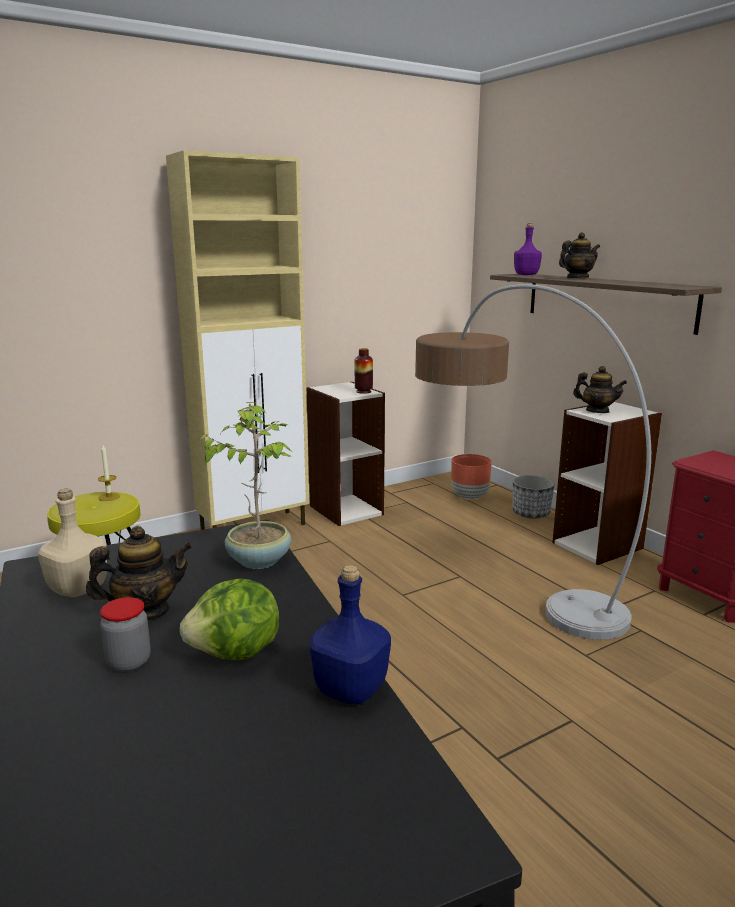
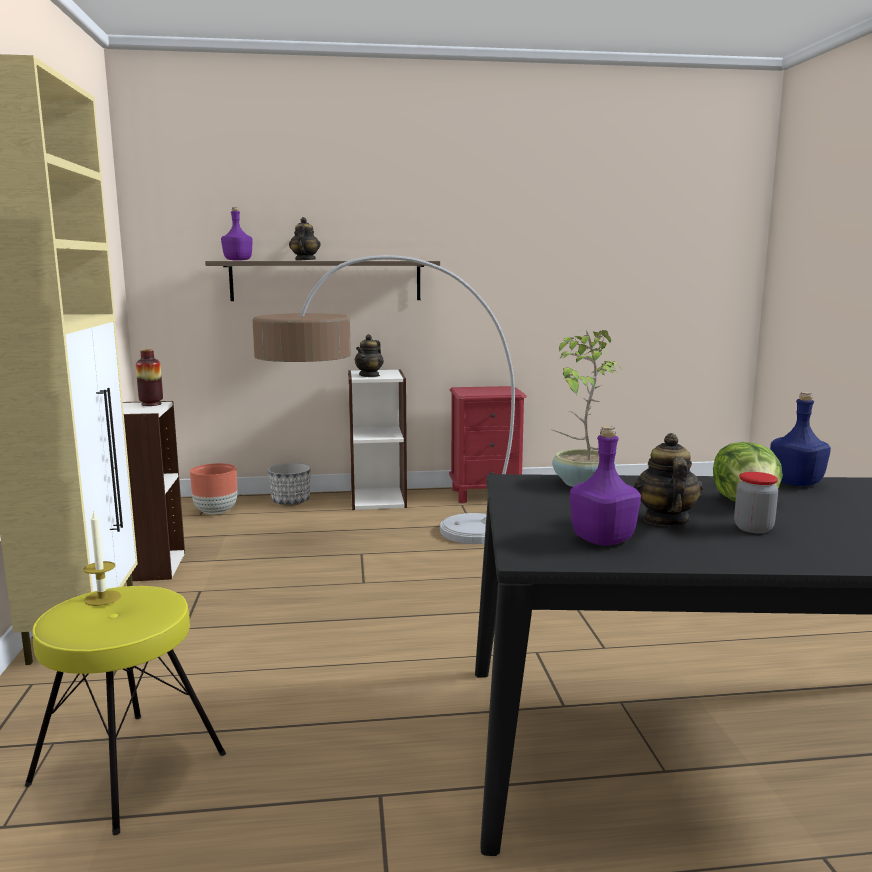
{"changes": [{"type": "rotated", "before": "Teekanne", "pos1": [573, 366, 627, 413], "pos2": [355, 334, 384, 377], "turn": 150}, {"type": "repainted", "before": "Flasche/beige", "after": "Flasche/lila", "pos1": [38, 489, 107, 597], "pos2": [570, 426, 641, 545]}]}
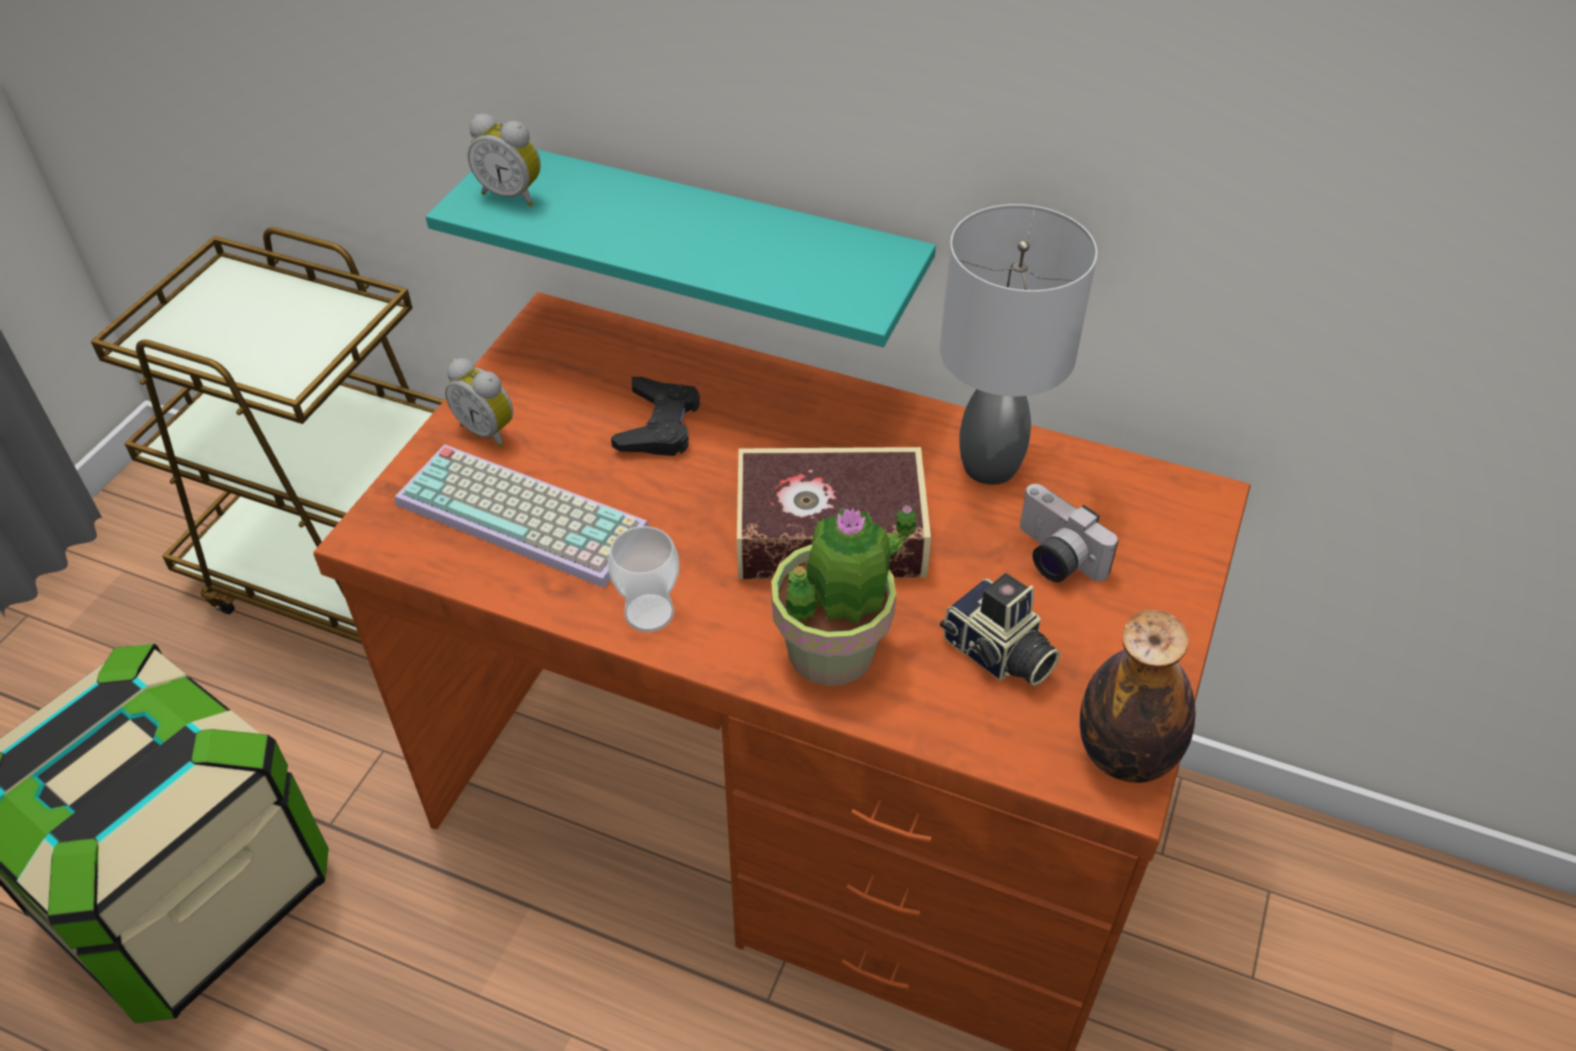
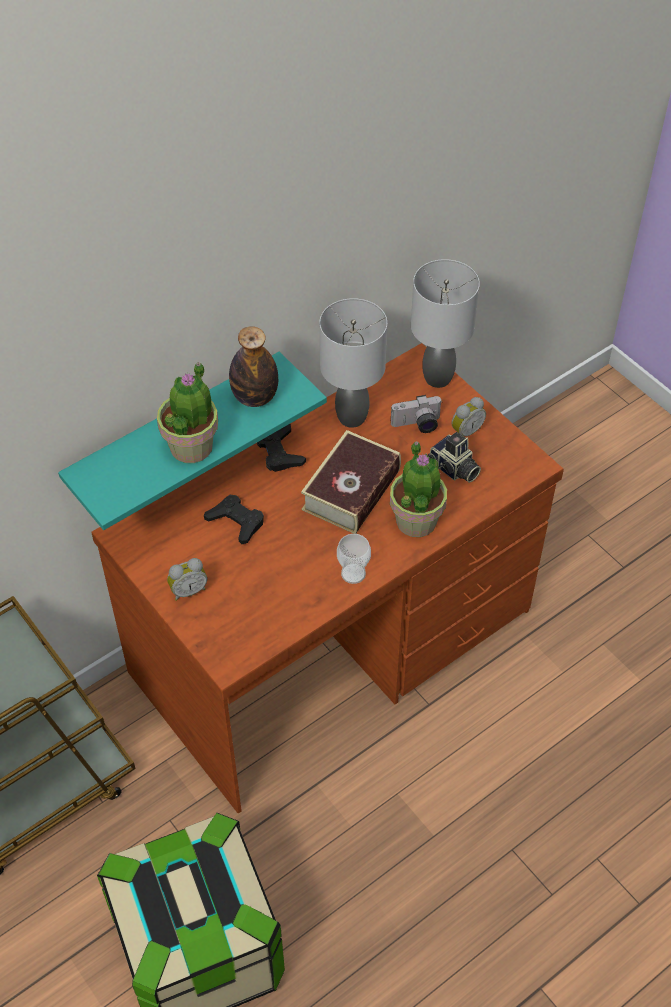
{"changes": [{"type": "new", "after": "Topfpflanze", "pos2": [157, 362, 218, 463]}, {"type": "shifted", "before": "Flasche", "pos1": [1080, 610, 1195, 783], "pos2": [229, 326, 278, 407]}, {"type": "new", "after": "Gamepad/schwarz", "pos2": [257, 424, 306, 472]}, {"type": "new", "after": "Tischlampe/grau", "pos2": [411, 259, 480, 388]}, {"type": "rotated", "before": "Kamera", "pos1": [940, 573, 1060, 686], "pos2": [428, 432, 481, 483], "turn": 60}, {"type": "shifted", "before": "Wecker", "pos1": [468, 114, 541, 207], "pos2": [451, 397, 486, 436]}, {"type": "gone", "before": "Tastatur", "pos1": [395, 444, 649, 588]}]}
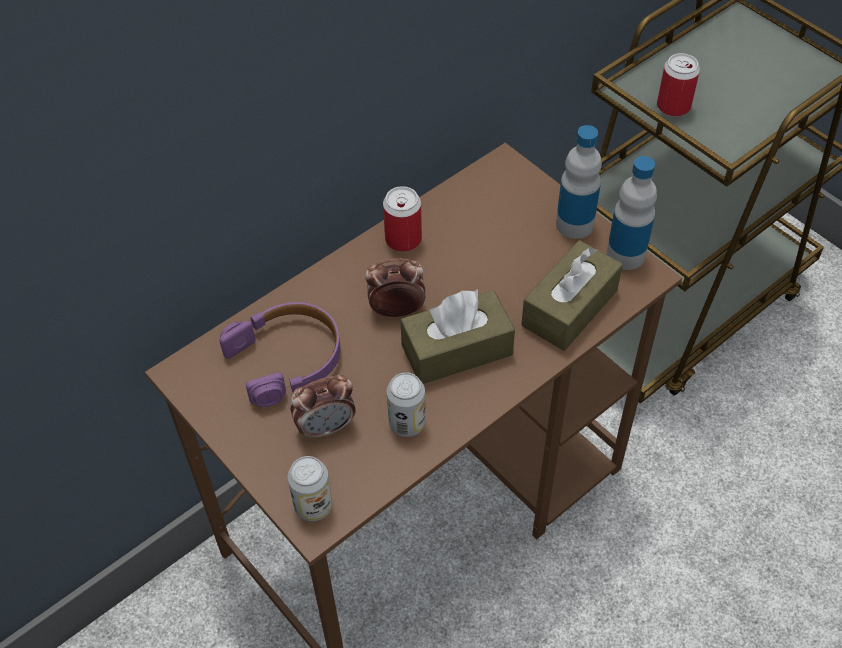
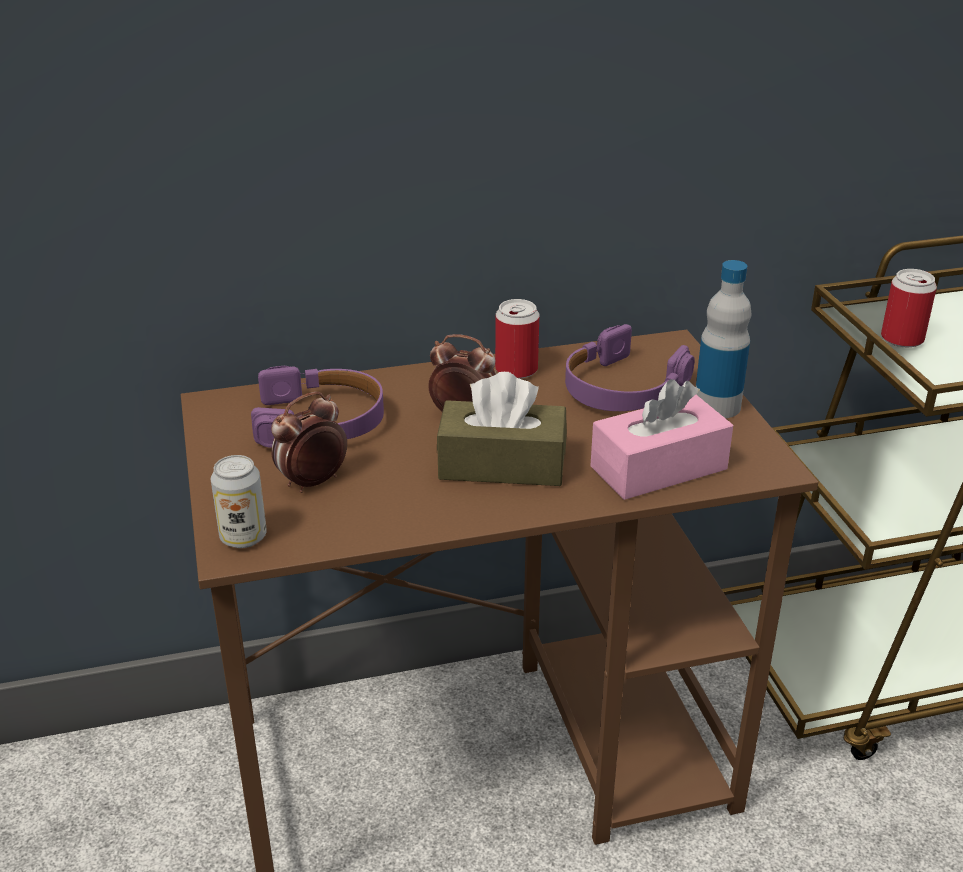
{"changes": [{"type": "rotated", "before": "Wecker", "pos1": [290, 375, 356, 441], "pos2": [271, 392, 347, 493], "turn": 135}, {"type": "new", "after": "Kopfhörer/lila", "pos2": [565, 324, 695, 411]}, {"type": "repainted", "before": "Taschentuchbox/braun", "after": "Taschentuchbox/rosa", "pos1": [521, 240, 623, 351], "pos2": [590, 379, 733, 500]}, {"type": "gone", "before": "Dose", "pos1": [387, 372, 426, 437]}, {"type": "gone", "before": "Flasche", "pos1": [607, 156, 657, 270]}]}
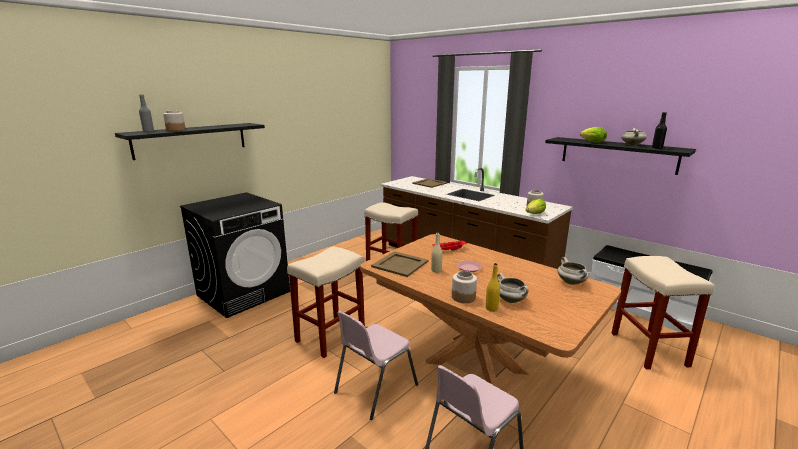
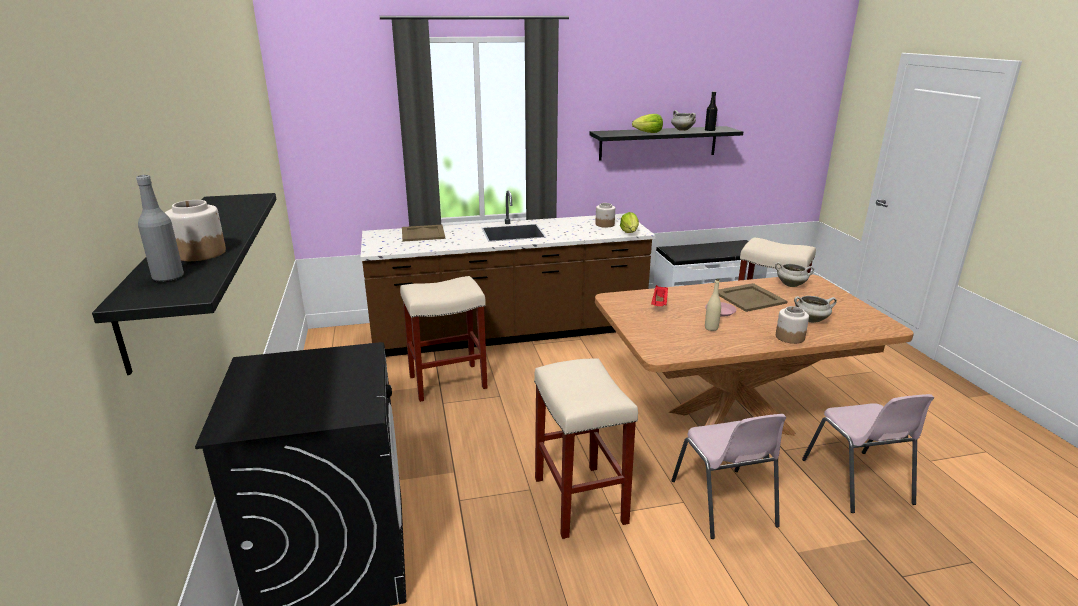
{"changes": [{"type": "shifted", "before": "Tablett/beige", "pos1": [371, 251, 428, 277], "pos2": [718, 283, 788, 312]}, {"type": "gone", "before": "Flasche/gelb", "pos1": [486, 263, 500, 312]}]}
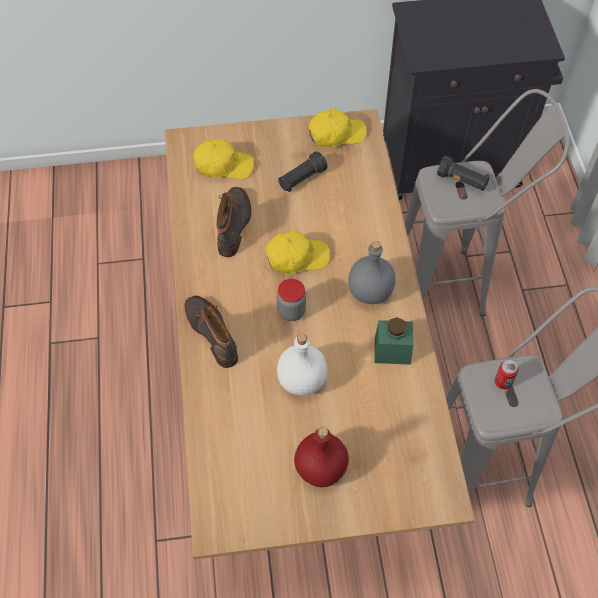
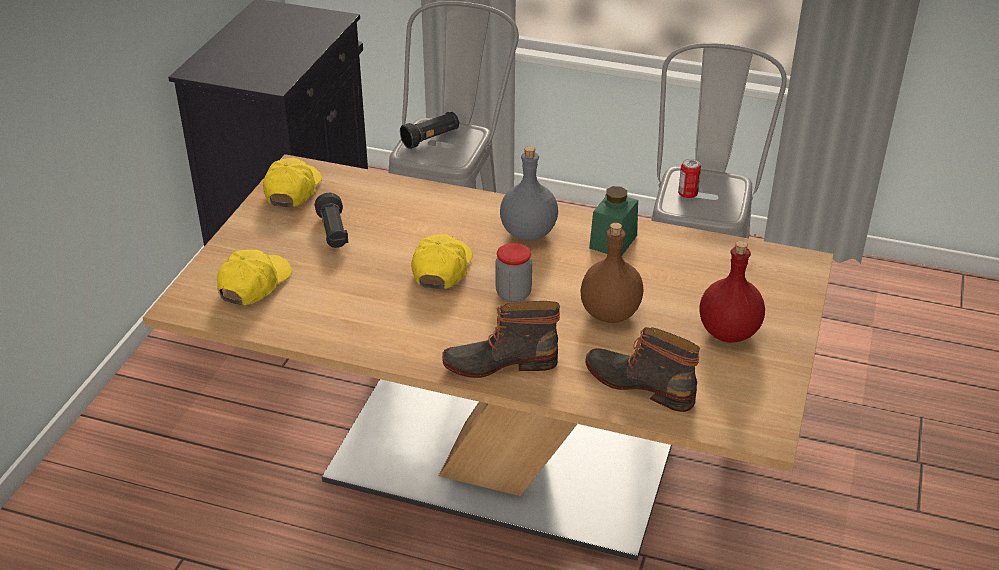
{"changes": [{"type": "repainted", "before": "Flasche/weiß", "after": "Flasche/braun", "pos1": [277, 334, 327, 395], "pos2": [580, 223, 643, 323]}, {"type": "shifted", "before": "Stiefel", "pos1": [216, 187, 251, 257], "pos2": [586, 327, 700, 412]}]}
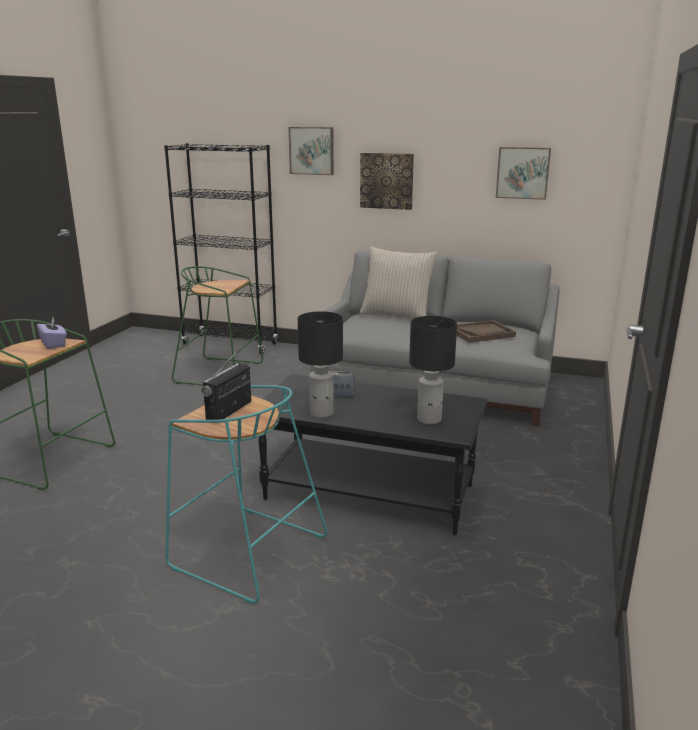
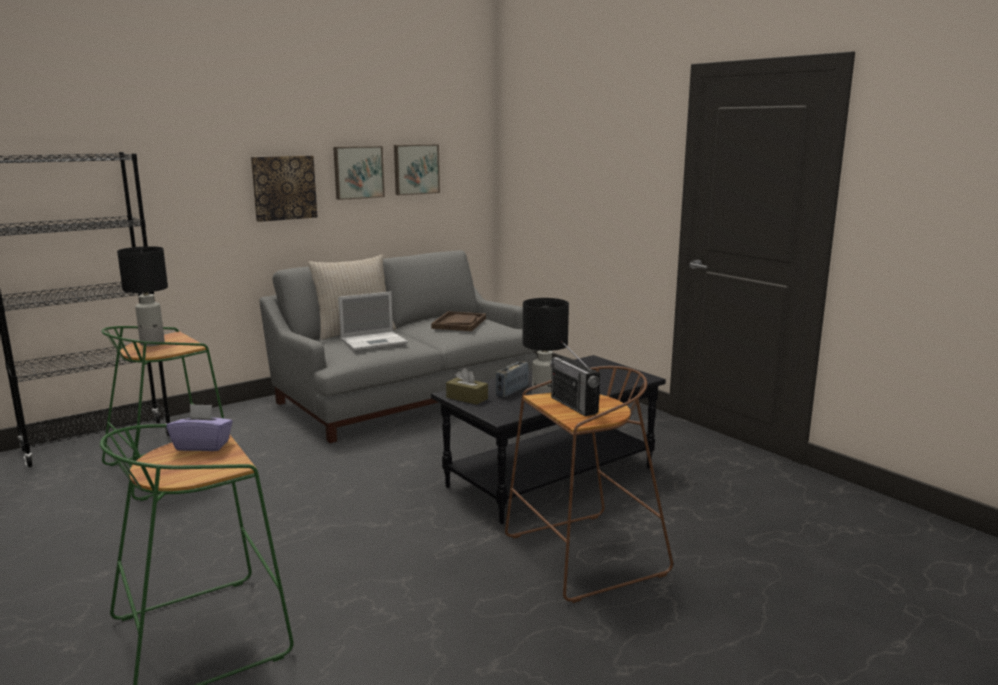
{"changes": [{"type": "shifted", "before": "Tischlampe/schwarz", "pos1": [409, 316, 457, 424], "pos2": [117, 246, 168, 346]}, {"type": "shifted", "before": "Bild", "pos1": [288, 127, 334, 175], "pos2": [333, 146, 385, 200]}, {"type": "new", "after": "Laptop", "pos2": [338, 291, 408, 351]}, {"type": "new", "after": "Taschentuchbox/braun", "pos2": [446, 368, 488, 405]}, {"type": "repainted", "before": "Hocker/türkis", "after": "Hocker/braun", "pos1": [166, 385, 328, 604], "pos2": [505, 366, 673, 603]}]}
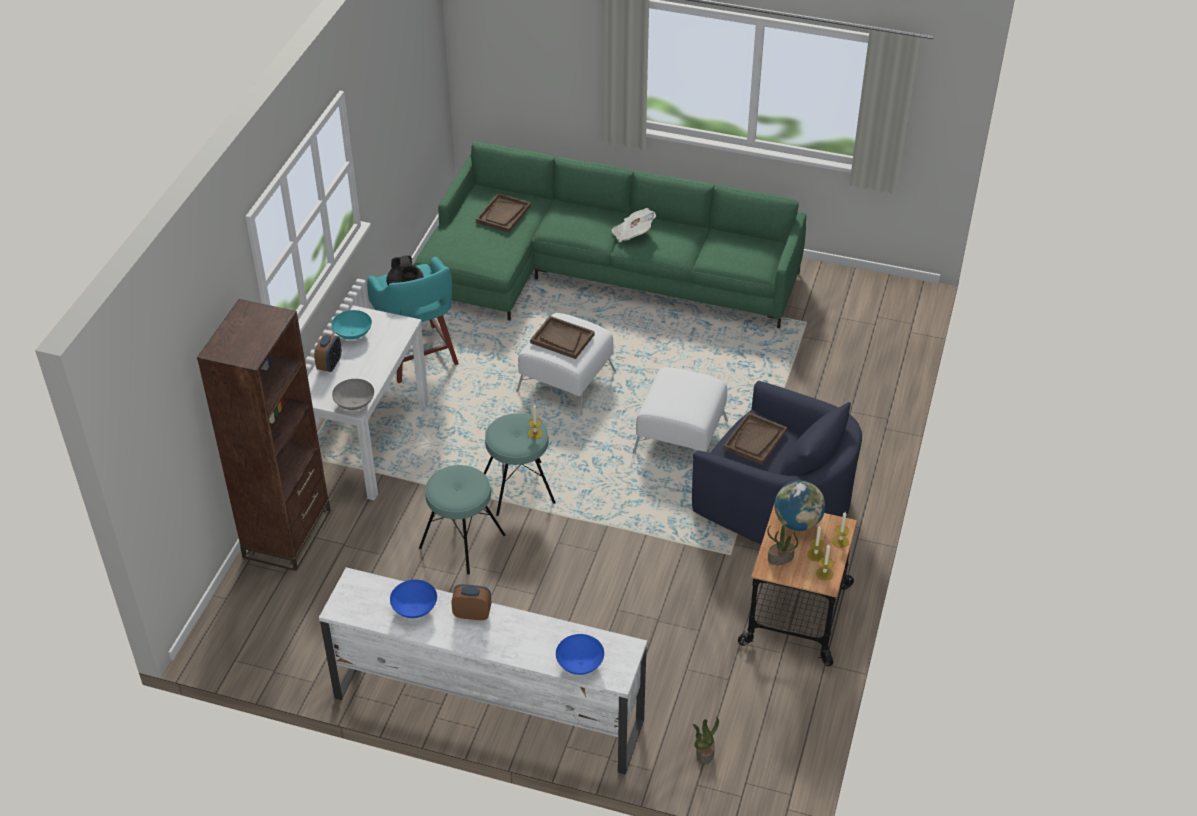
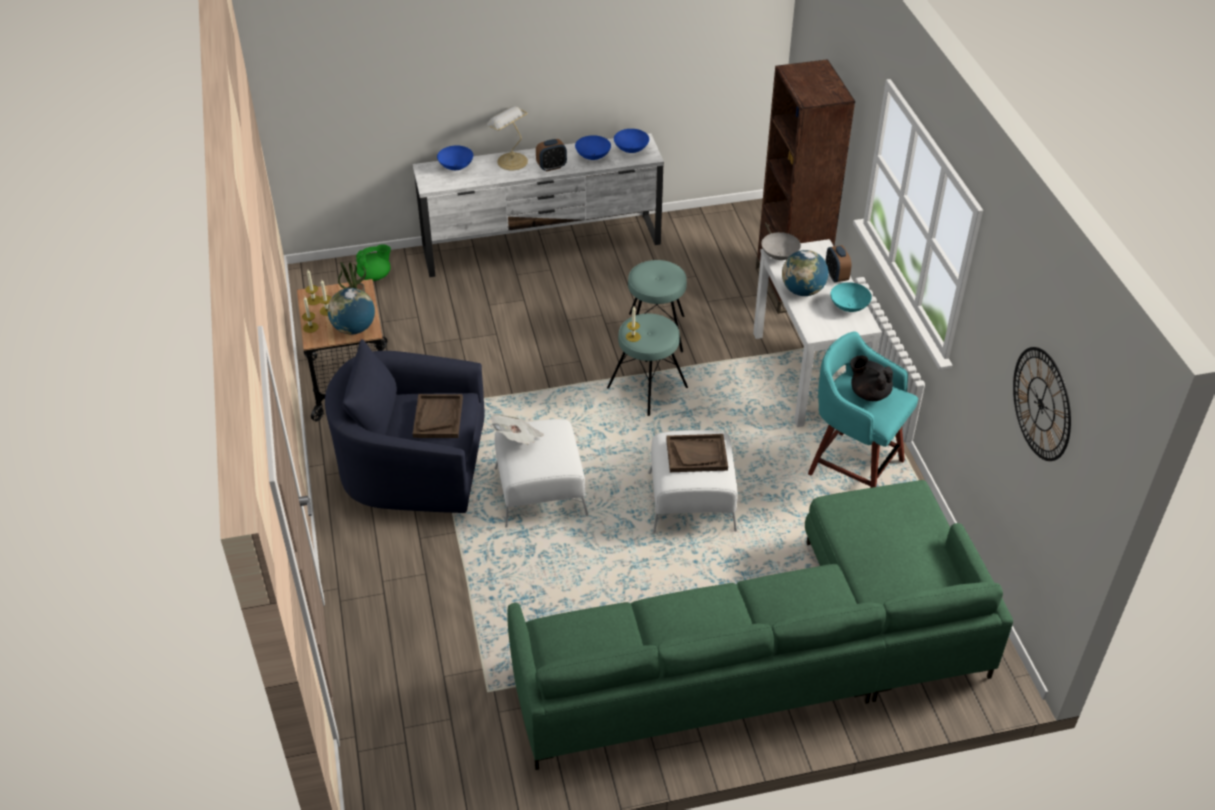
{"changes": [{"type": "swapped", "before": "Topfpflanze", "after": "Teekanne/grün", "pos1": [693, 717, 719, 764], "pos2": [356, 244, 391, 281]}, {"type": "new", "after": "Tischlampe", "pos2": [487, 106, 528, 170]}, {"type": "shifted", "before": "Zeitung", "pos1": [611, 208, 656, 242], "pos2": [491, 414, 544, 445]}, {"type": "new", "after": "Schüssel/blau", "pos2": [614, 129, 649, 153]}, {"type": "new", "after": "Globus", "pos2": [782, 250, 828, 296]}, {"type": "new", "after": "Wanduhr", "pos2": [1013, 347, 1071, 461]}, {"type": "gone", "before": "Tablett/braun", "pos1": [476, 193, 531, 233]}]}
